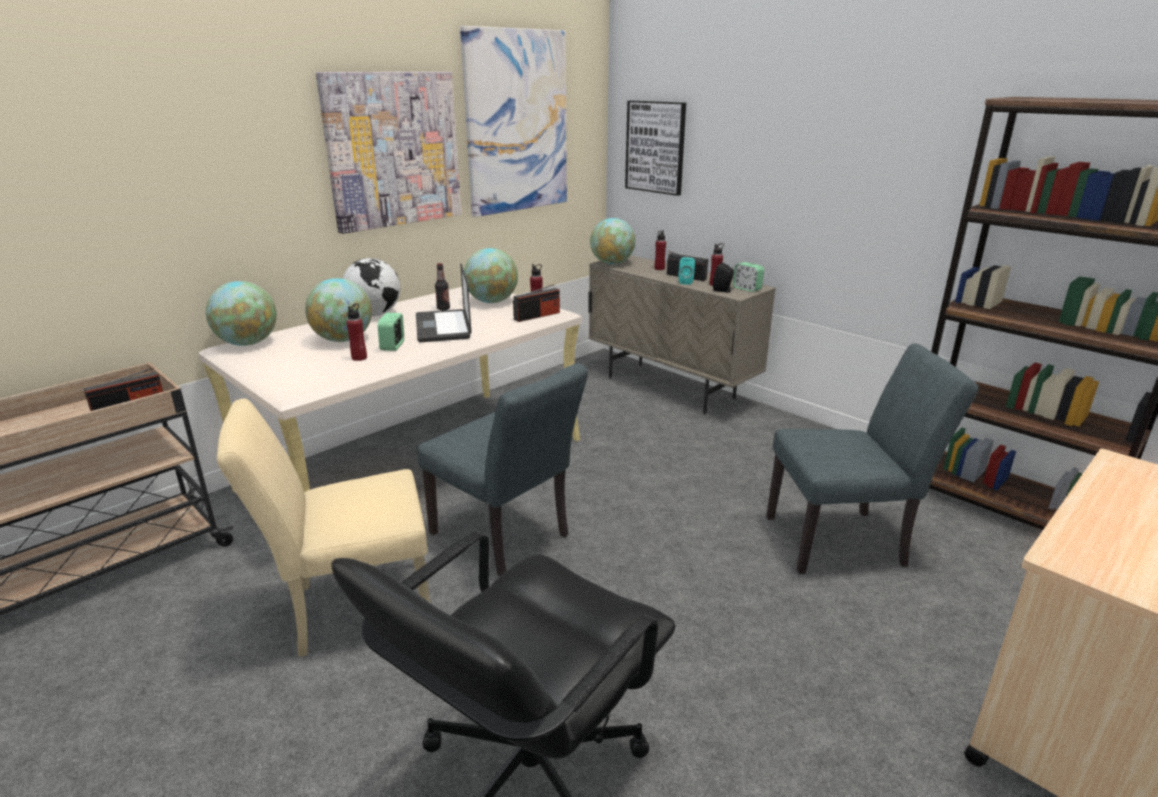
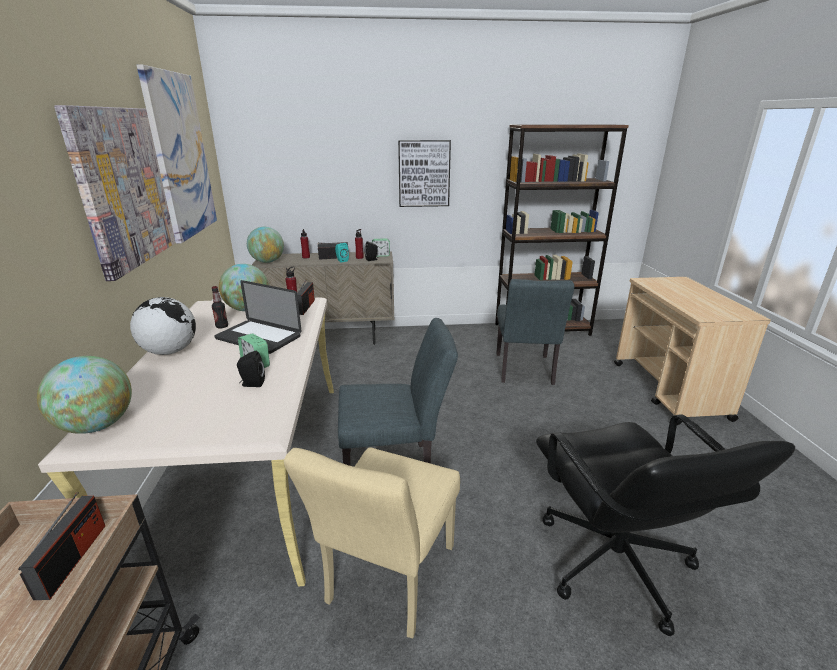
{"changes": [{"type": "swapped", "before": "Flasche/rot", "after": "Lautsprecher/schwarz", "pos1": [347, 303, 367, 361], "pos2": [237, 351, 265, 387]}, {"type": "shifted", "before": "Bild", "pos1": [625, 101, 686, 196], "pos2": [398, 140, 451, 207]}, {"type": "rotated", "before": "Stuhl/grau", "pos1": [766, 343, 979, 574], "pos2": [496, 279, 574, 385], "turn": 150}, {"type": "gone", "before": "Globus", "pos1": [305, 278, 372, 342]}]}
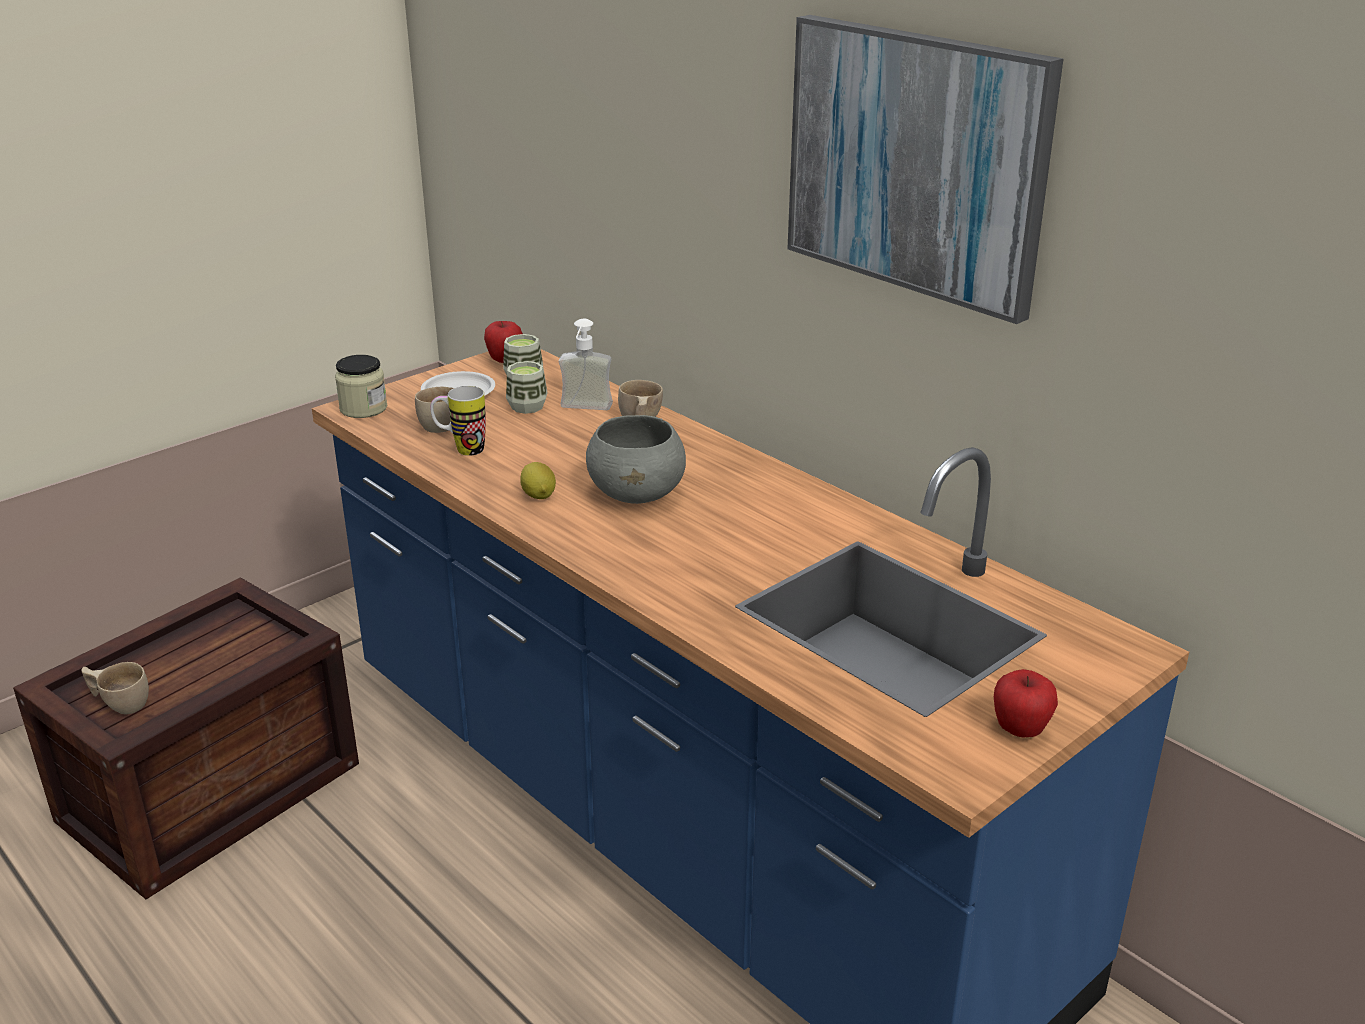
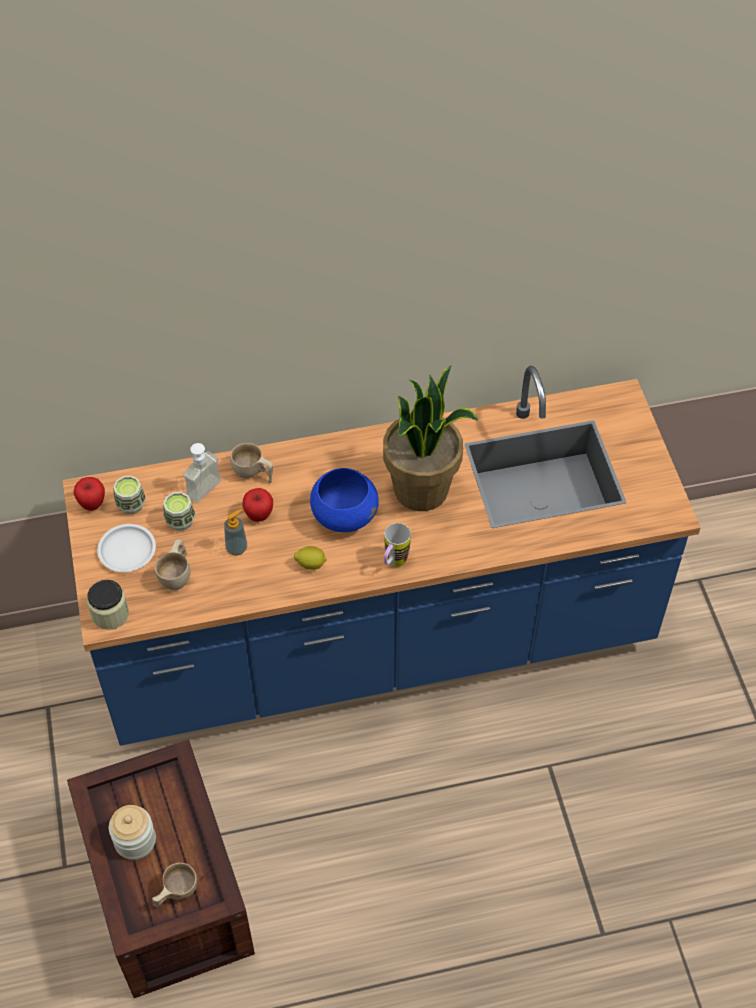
{"changes": [{"type": "new", "after": "Vorratsglas", "pos2": [109, 805, 156, 860]}, {"type": "new", "after": "Seifenspender", "pos2": [224, 509, 247, 556]}, {"type": "shifted", "before": "Apfel", "pos1": [994, 669, 1058, 738], "pos2": [242, 488, 273, 522]}, {"type": "repainted", "before": "Schüssel/grau", "after": "Schüssel/blau", "pos1": [586, 415, 686, 504], "pos2": [310, 468, 379, 532]}, {"type": "new", "after": "Topfpflanze", "pos2": [383, 365, 478, 511]}, {"type": "shifted", "before": "Henkelbecher", "pos1": [431, 386, 486, 456], "pos2": [384, 523, 411, 567]}, {"type": "gone", "before": "Bild", "pos1": [788, 15, 1063, 324]}]}
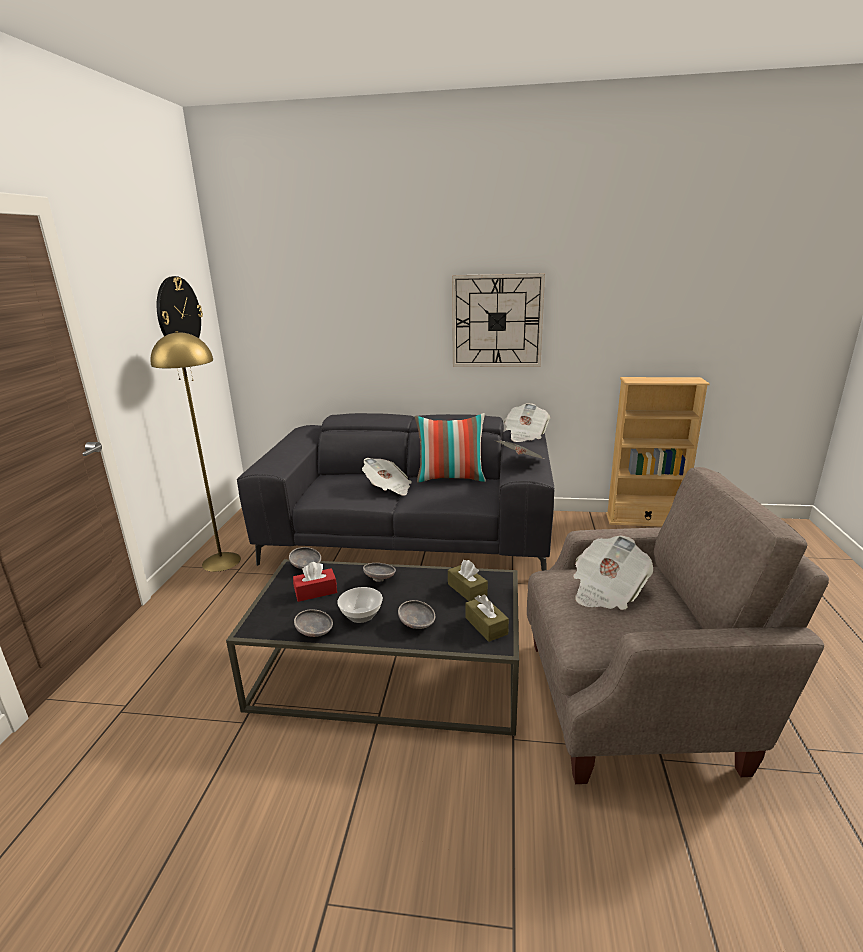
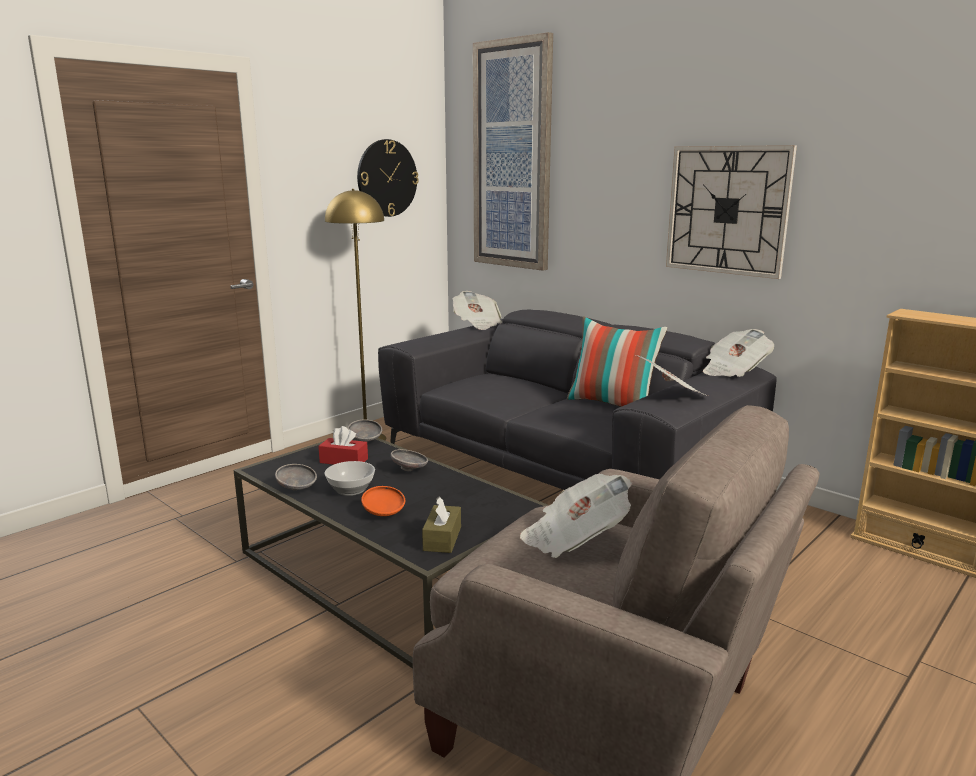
{"changes": [{"type": "repainted", "before": "Schüssel/grau", "after": "Schüssel/orange", "pos1": [398, 600, 435, 629], "pos2": [361, 486, 405, 516]}, {"type": "shifted", "before": "Zeitung", "pos1": [362, 458, 412, 496], "pos2": [453, 291, 502, 330]}, {"type": "new", "after": "Bild", "pos2": [473, 32, 553, 271]}, {"type": "gone", "before": "Taschentuchbox/braun", "pos1": [448, 560, 488, 601]}]}
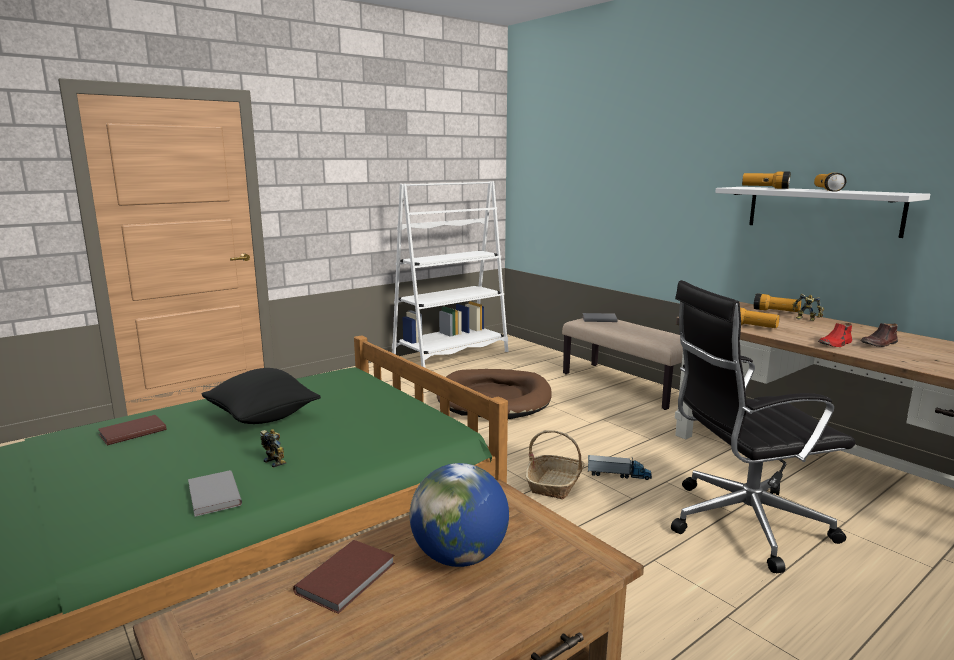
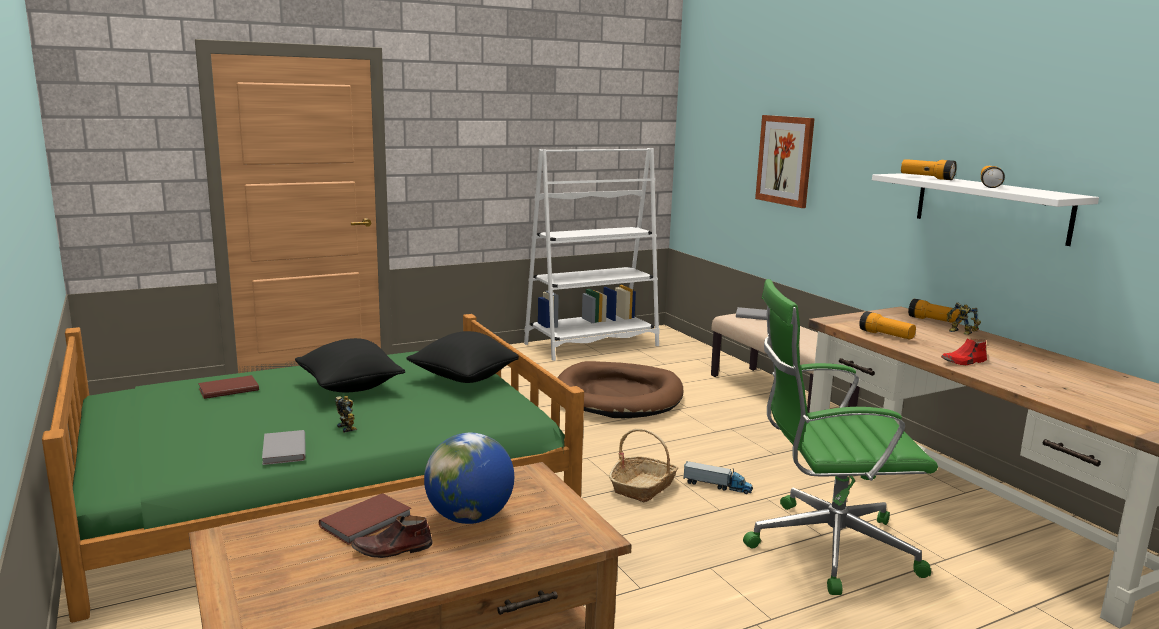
{"changes": [{"type": "shifted", "before": "Schuh/braun", "pos1": [860, 323, 898, 347], "pos2": [351, 516, 433, 558]}, {"type": "new", "after": "Kissen/schwarz", "pos2": [407, 331, 519, 383]}, {"type": "repainted", "before": "Bürostuhl/schwarz", "after": "Bürostuhl/grün", "pos1": [671, 280, 856, 573], "pos2": [743, 279, 938, 595]}, {"type": "new", "after": "Bild", "pos2": [755, 115, 815, 208]}]}
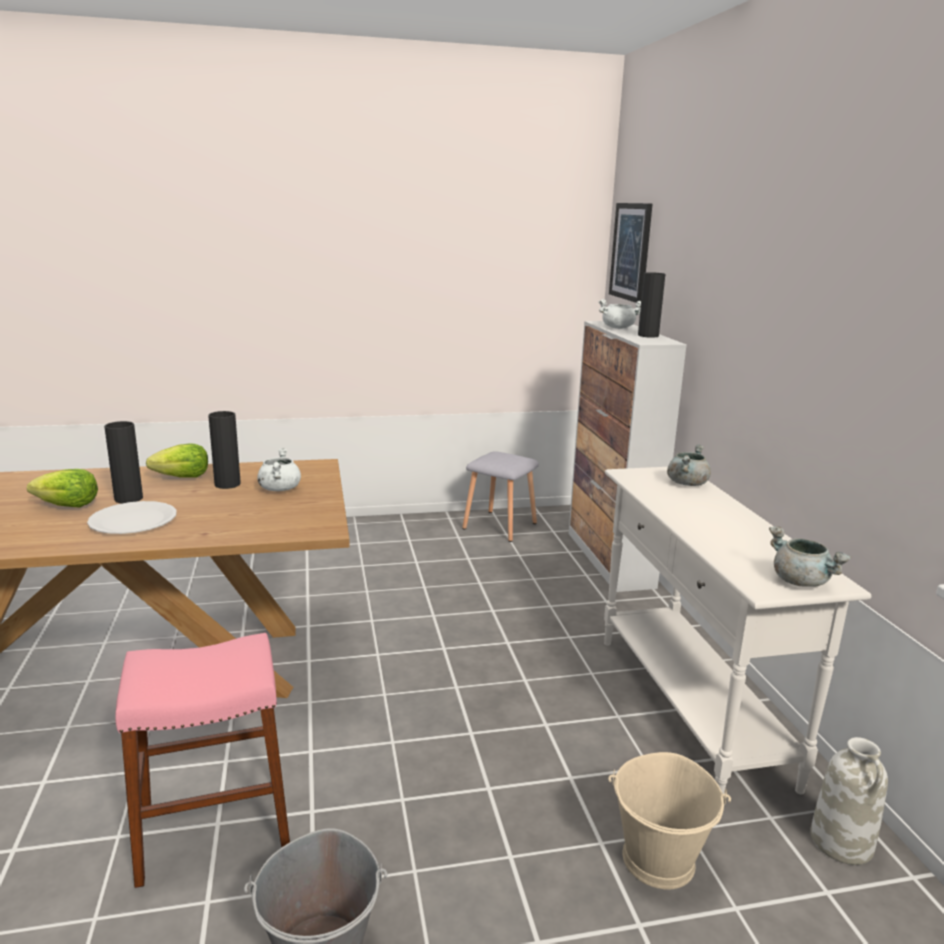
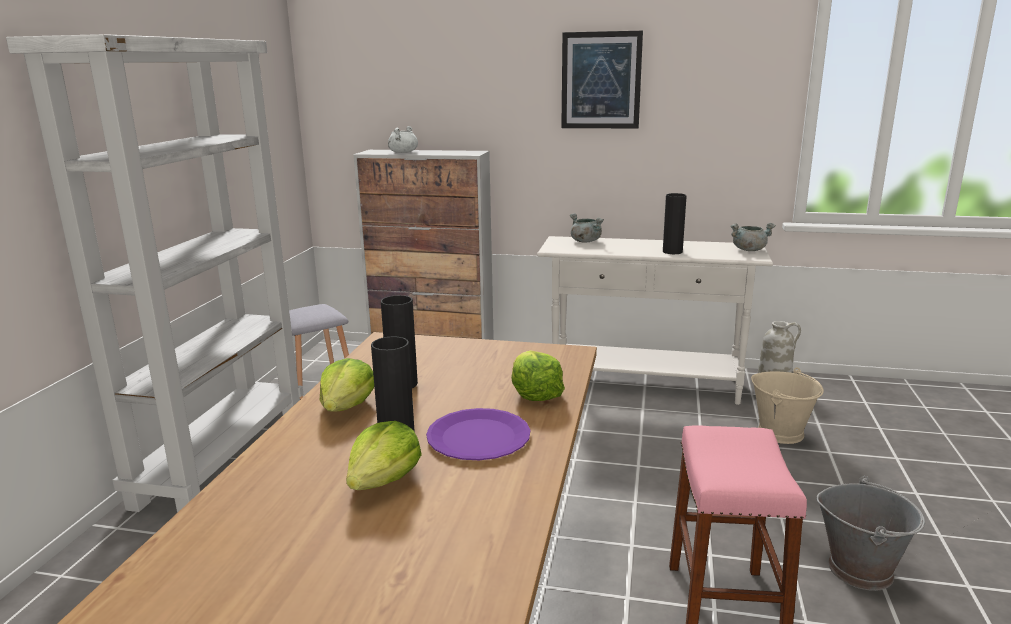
{"changes": [{"type": "new", "after": "Bücherregal/weiß", "pos2": [6, 34, 303, 513]}, {"type": "repainted", "before": "Teller/weiß", "after": "Teller/lila", "pos1": [87, 501, 177, 534], "pos2": [426, 408, 530, 460]}, {"type": "new", "after": "Salatkopf", "pos2": [511, 350, 565, 401]}, {"type": "shifted", "before": "Bild", "pos1": [609, 203, 652, 303], "pos2": [561, 31, 643, 128]}, {"type": "shifted", "before": "Vase/schwarz", "pos1": [638, 272, 665, 338], "pos2": [663, 193, 687, 254]}, {"type": "gone", "before": "Kochtopf/weiß", "pos1": [257, 448, 301, 491]}]}
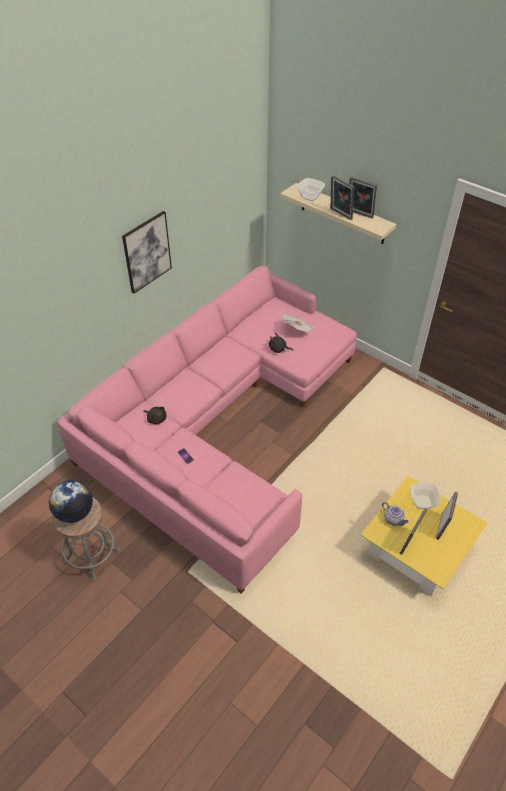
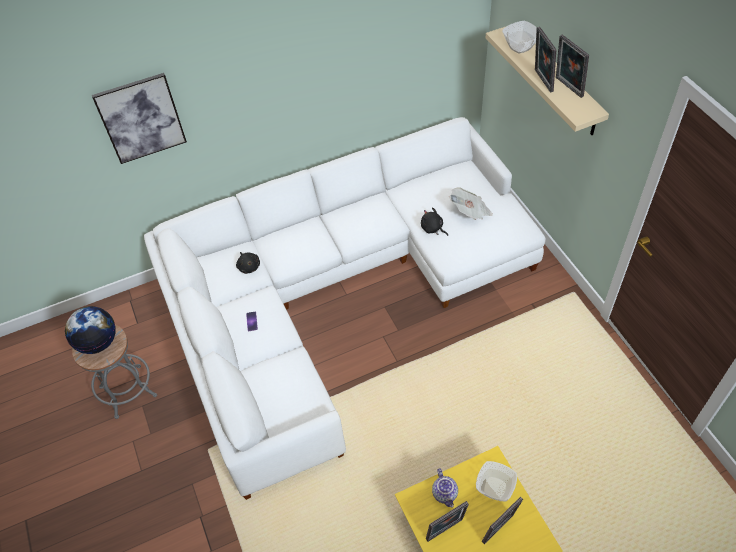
{"changes": [{"type": "shifted", "before": "Bild", "pos1": [122, 211, 172, 294], "pos2": [92, 73, 187, 164]}, {"type": "repainted", "before": "Sofa/rosa", "after": "Sofa/weiß", "pos1": [57, 266, 357, 594], "pos2": [144, 117, 546, 500]}]}
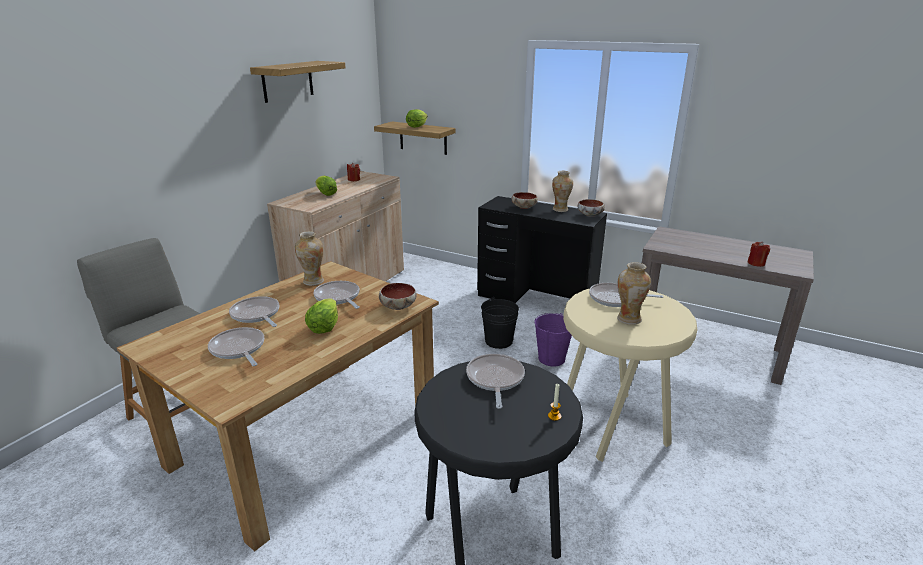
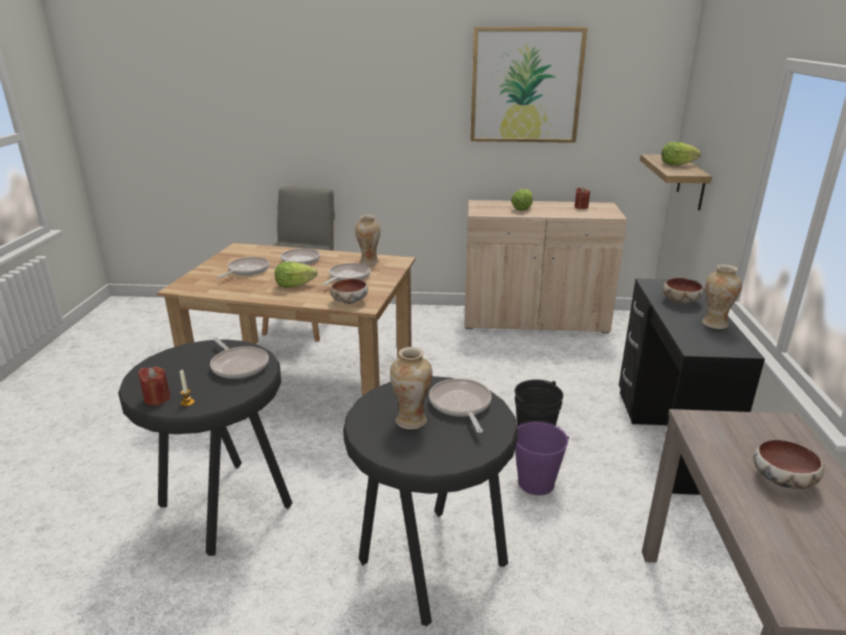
{"changes": [{"type": "shifted", "before": "Kerze/rot", "pos1": [748, 242, 770, 267], "pos2": [138, 366, 170, 406]}, {"type": "rotated", "before": "Pfanne", "pos1": [466, 354, 525, 409], "pos2": [210, 338, 269, 379], "turn": 75}, {"type": "repainted", "before": "Hocker/beige", "after": "Hocker/schwarz", "pos1": [563, 289, 697, 462], "pos2": [343, 376, 518, 626]}, {"type": "swapped", "before": "Wandregal", "after": "Bild", "pos1": [250, 61, 346, 103], "pos2": [470, 27, 588, 143]}, {"type": "shifted", "before": "Schüssel", "pos1": [577, 199, 605, 217], "pos2": [753, 440, 824, 489]}]}
